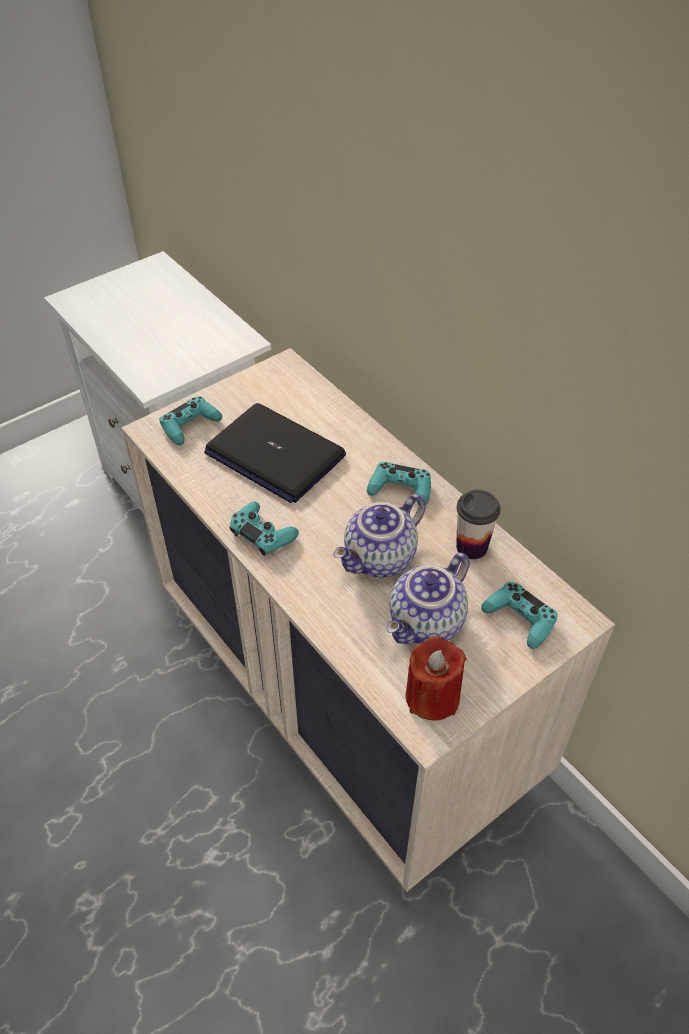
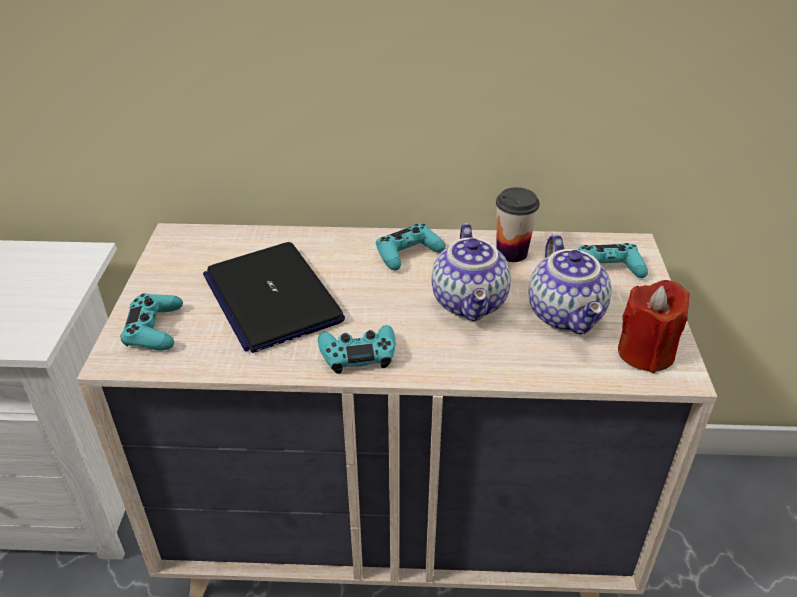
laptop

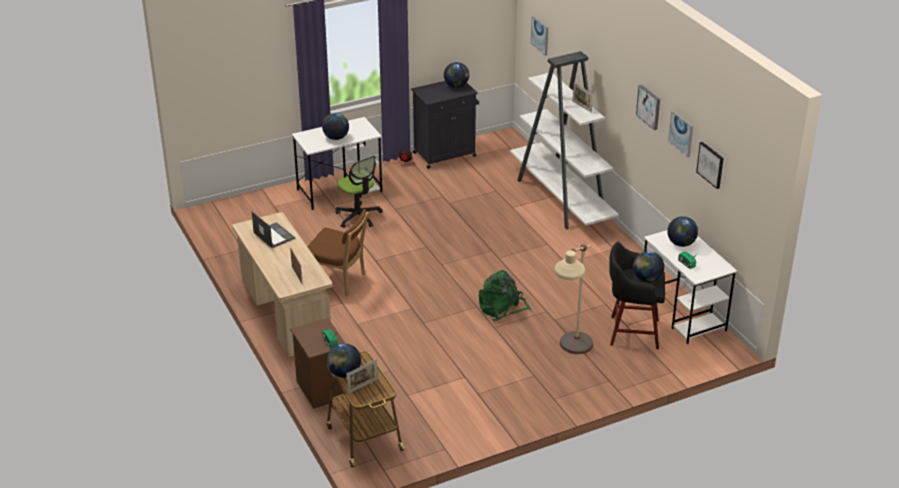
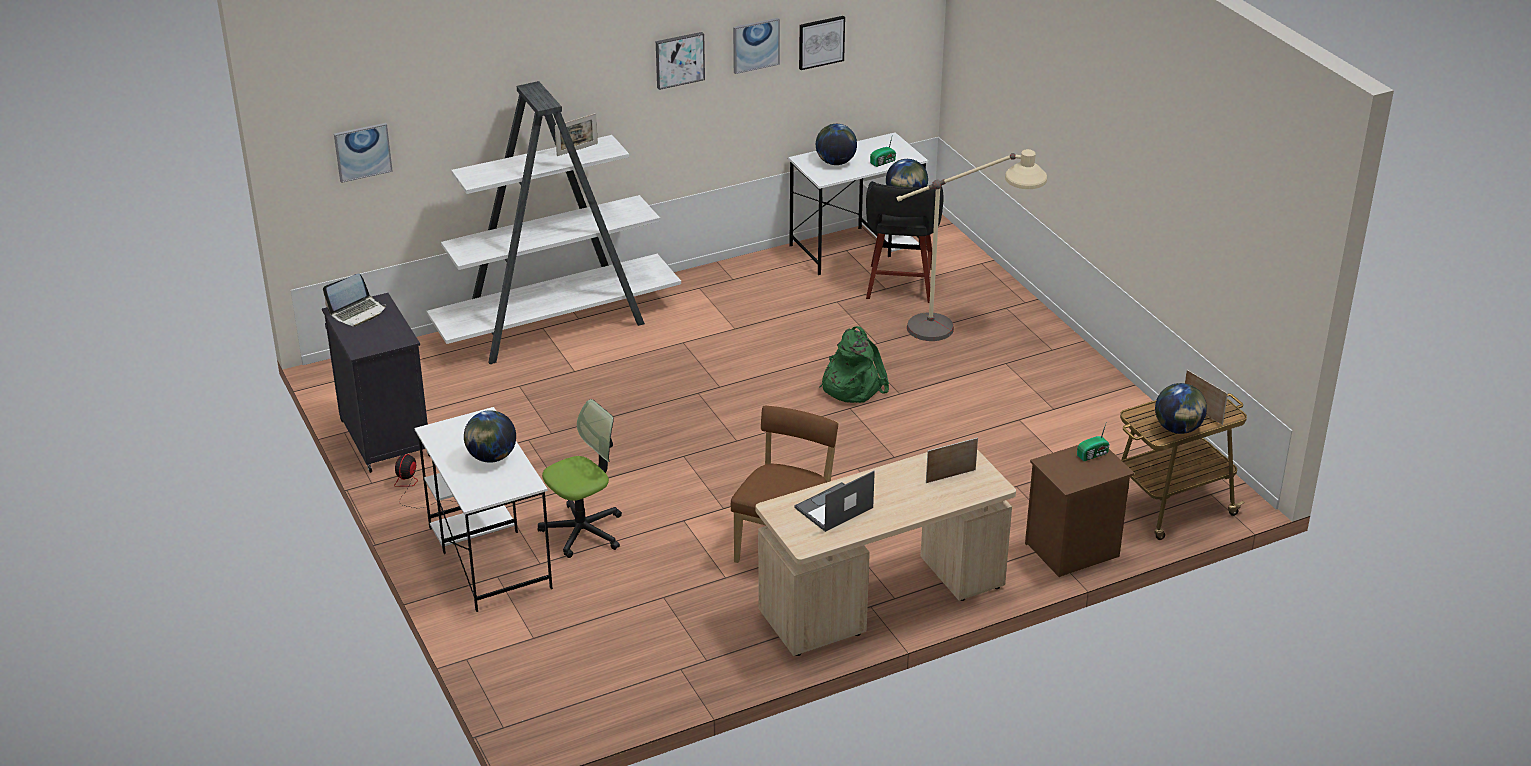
laptop (1st from left)

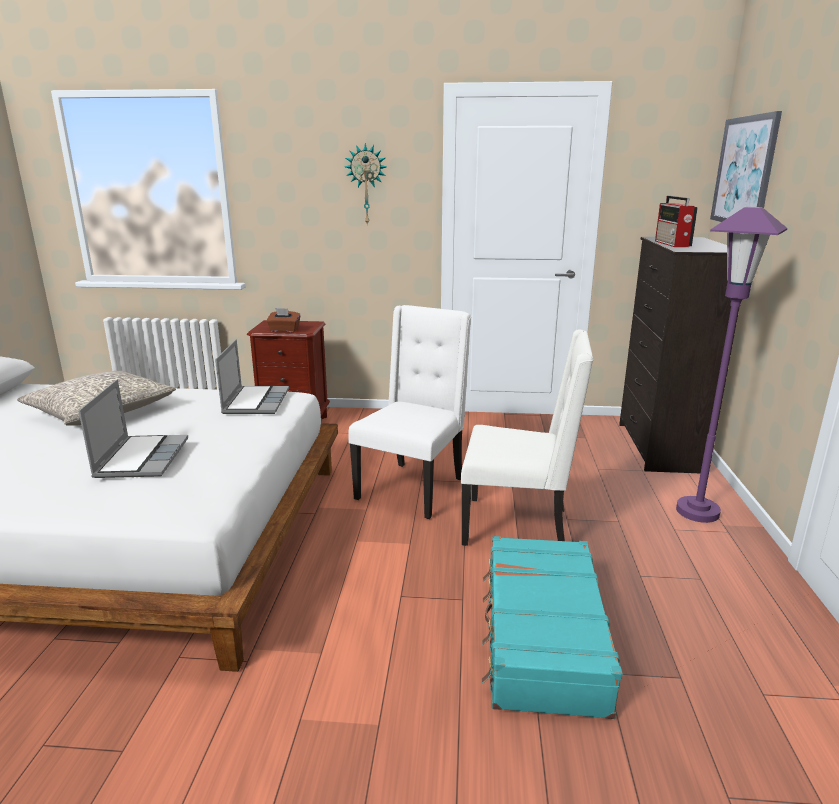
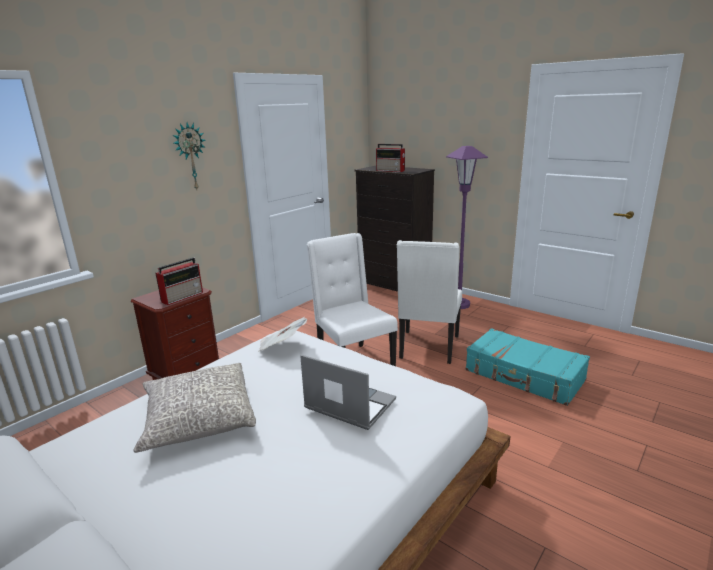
newspaper; radio (1st from left); white chair (2nd from left); picture

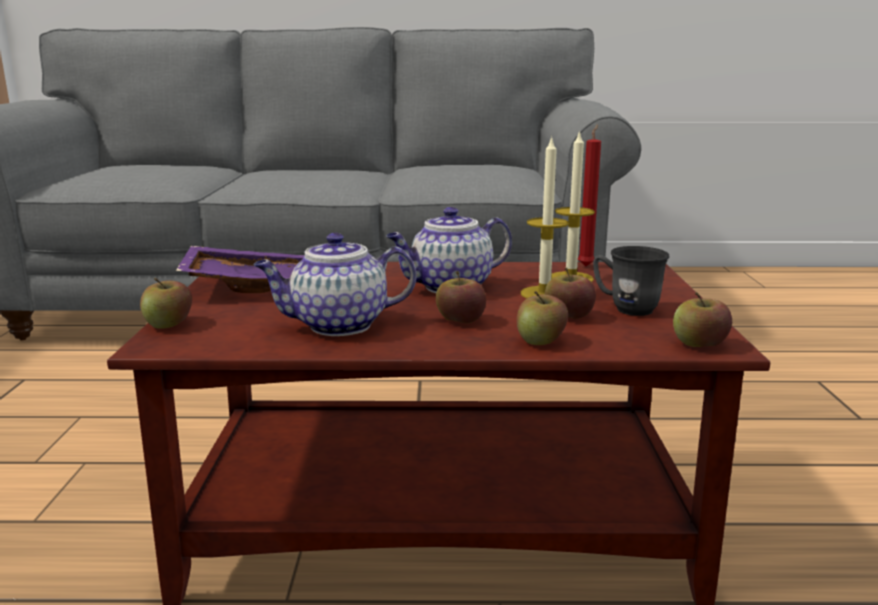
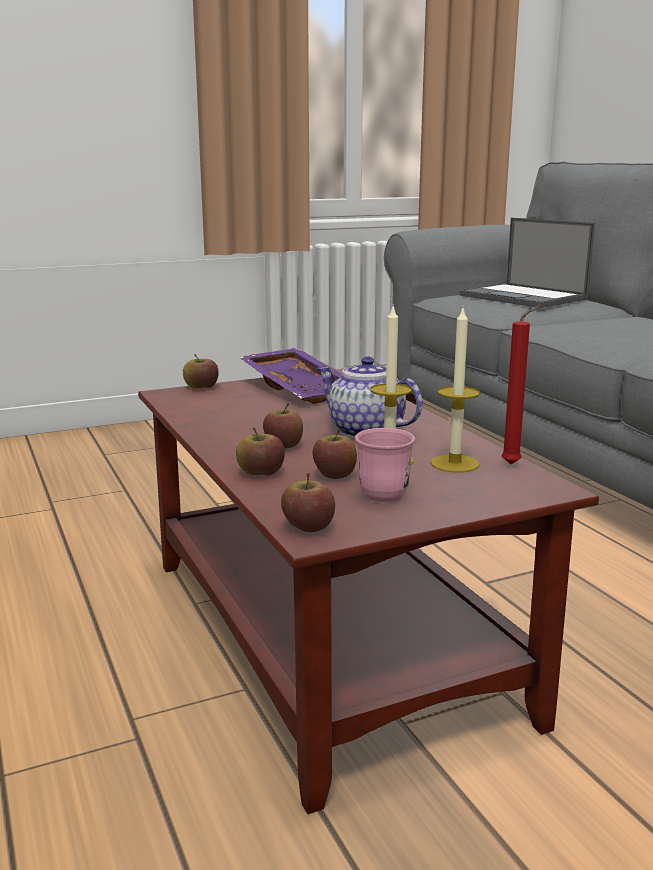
teapot (1st from left in the first image); pink mug; laptop

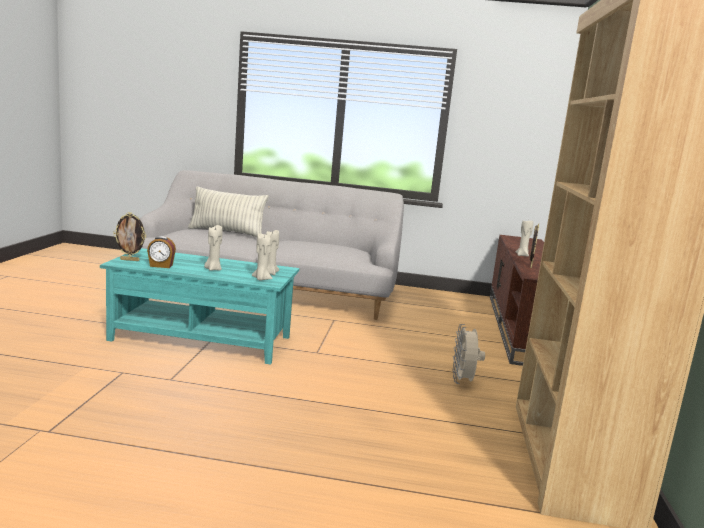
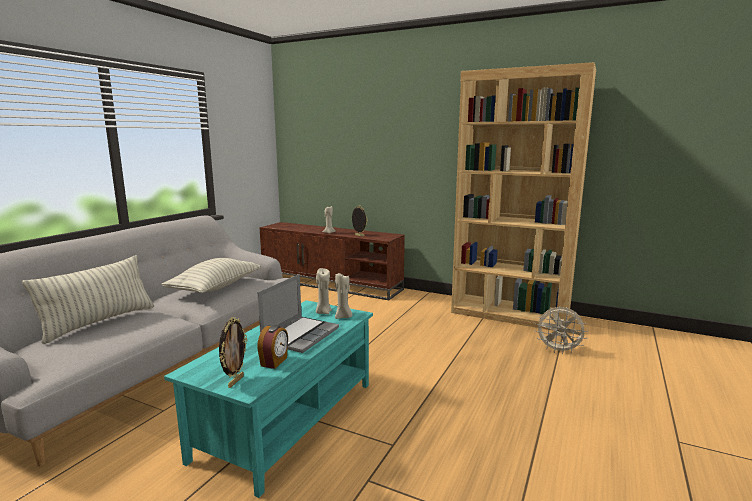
laptop; beige fan; pillow (2nd from left)

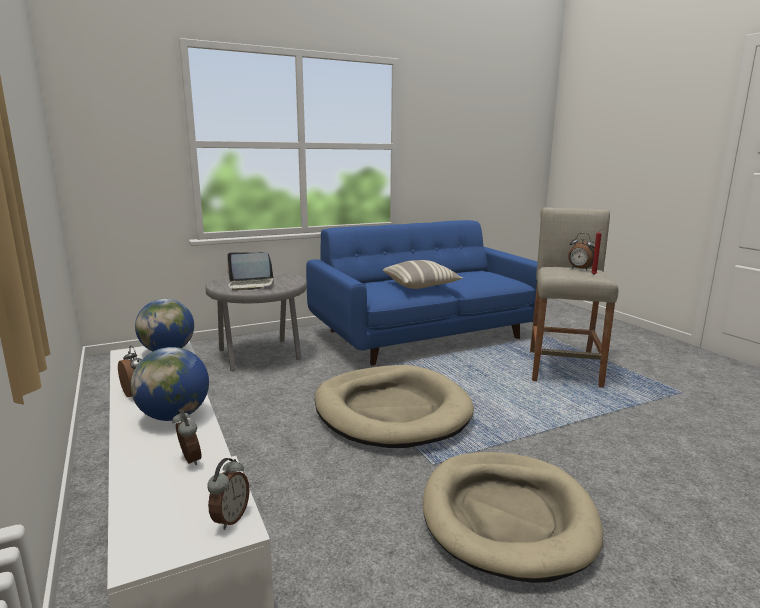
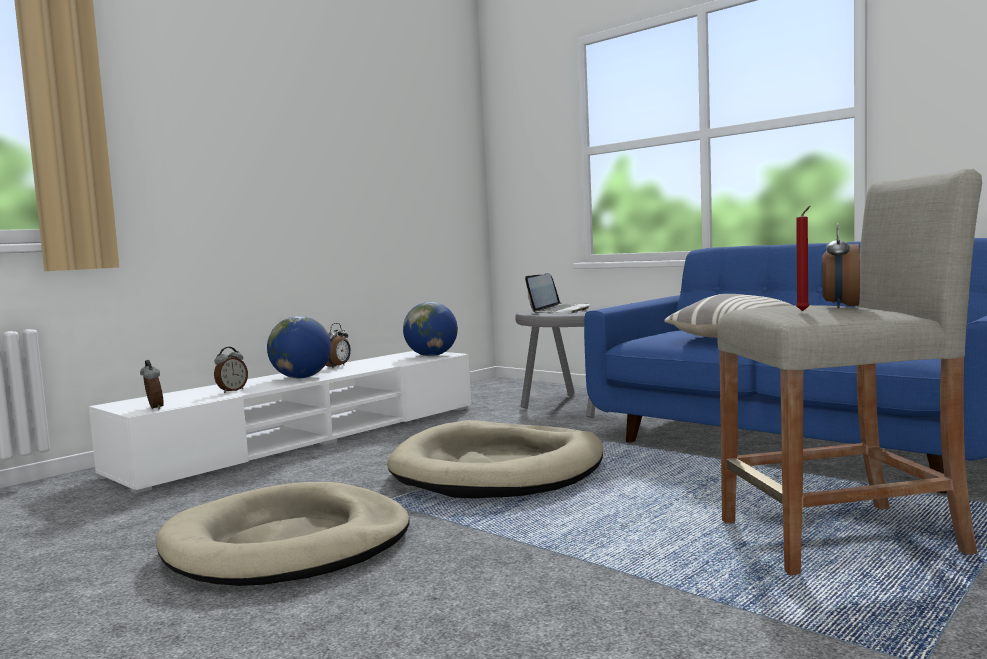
alarm clock (1st from left); laptop

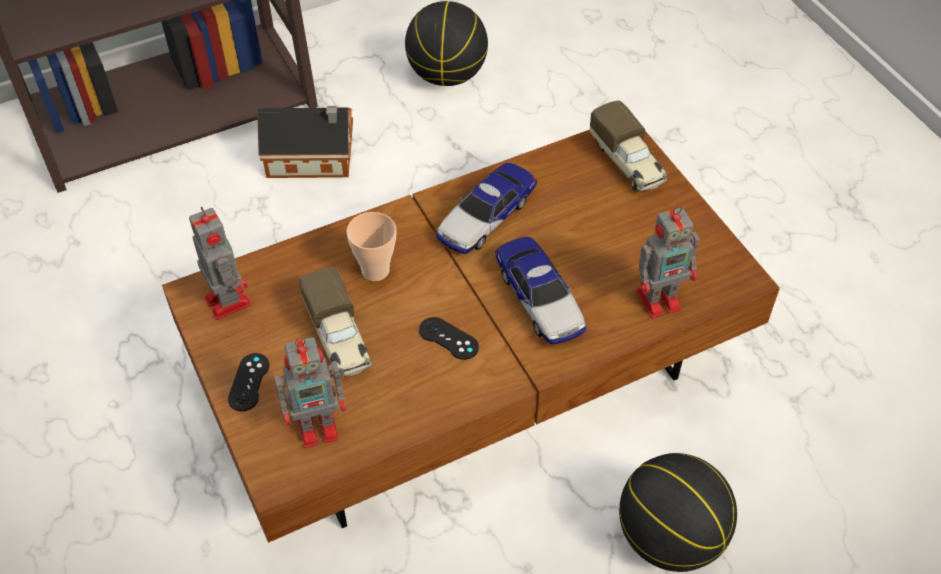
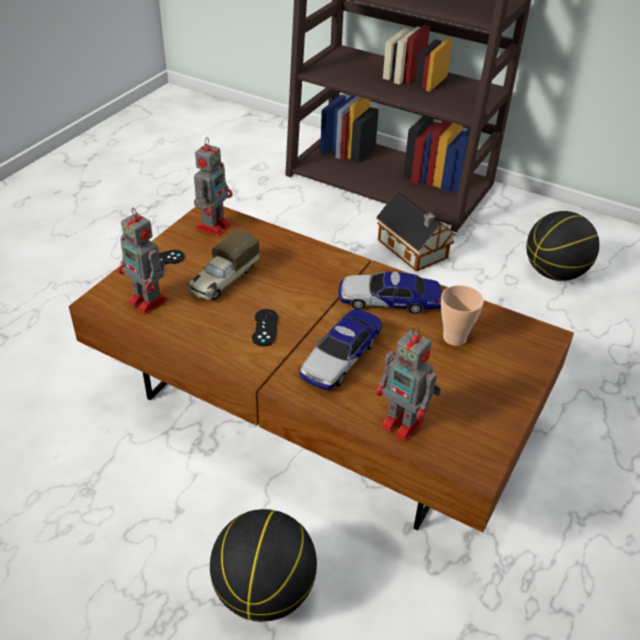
cup; toy truck (2nd from left in the first image)

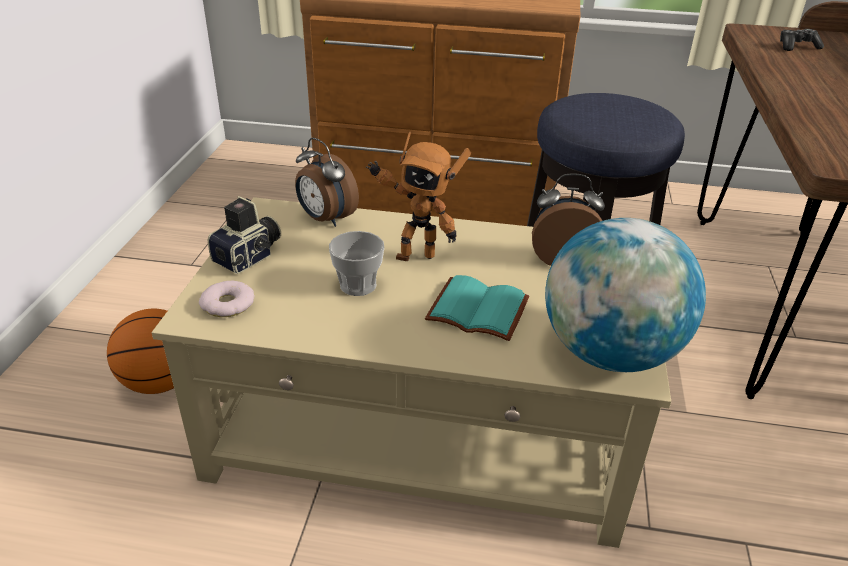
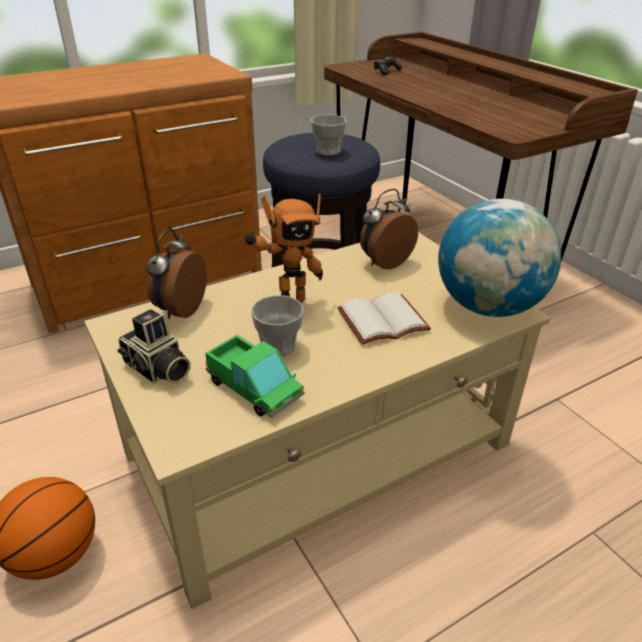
donut; photo camera; alarm clock (1st from left); white book; toy truck; cup (2nd from left)

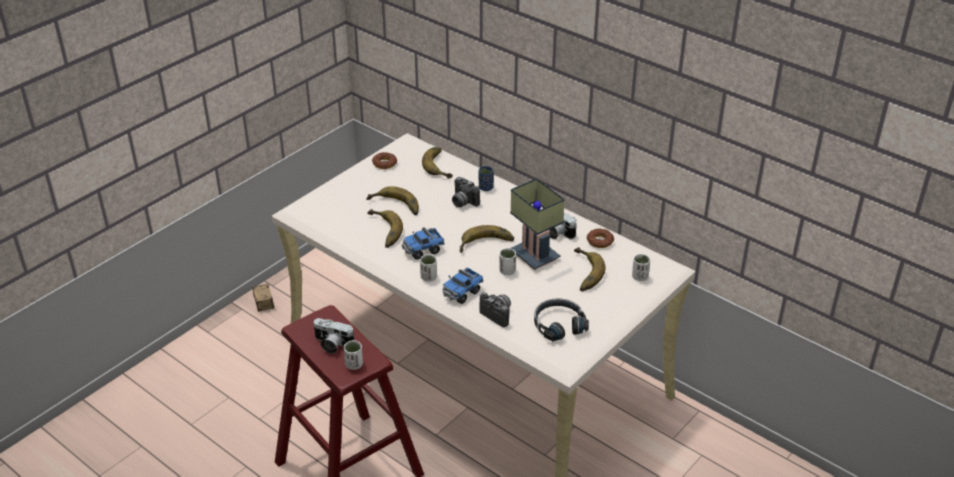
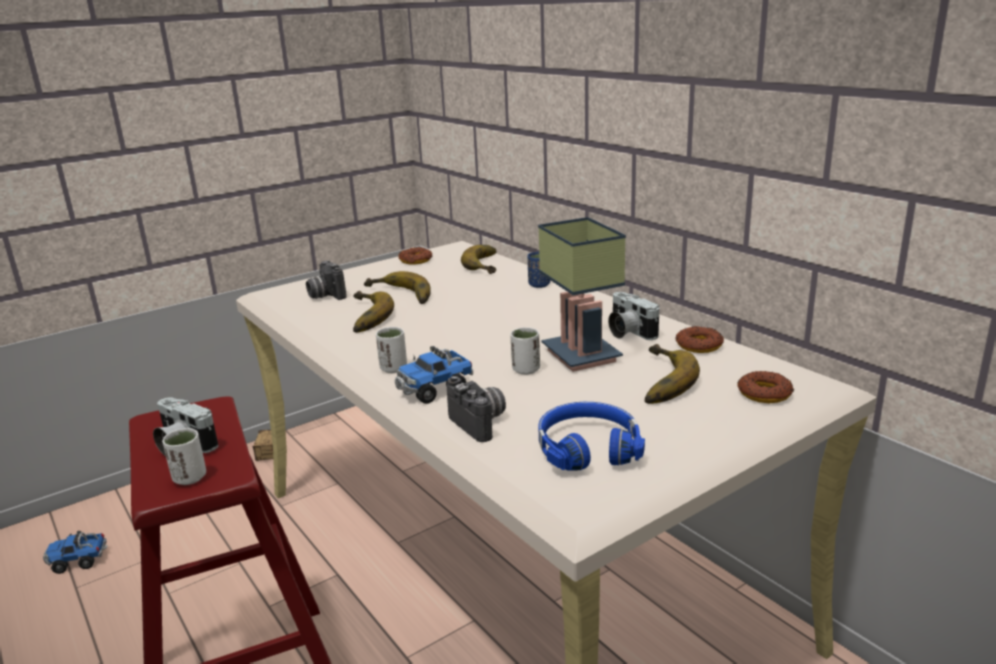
toy truck (1st from left); photo camera (2nd from left); banana (4th from left in the first image); blue headphones; donut (3rd from left)

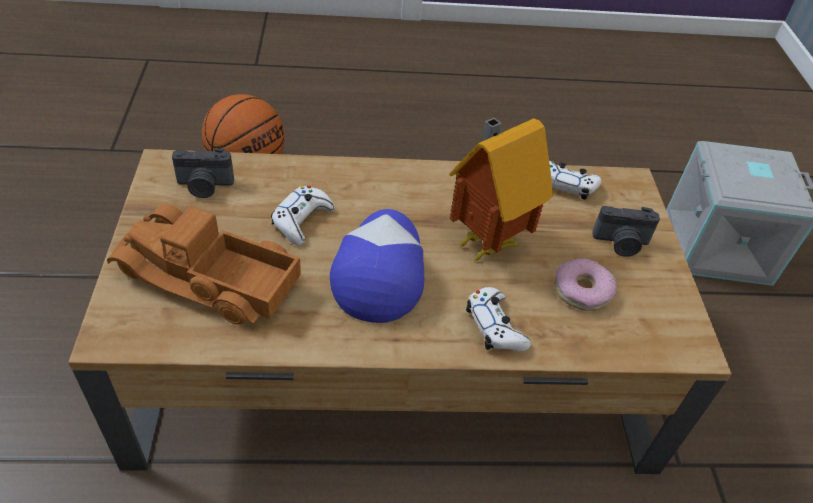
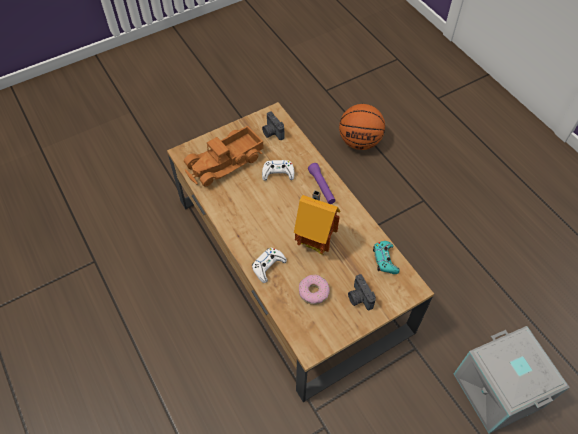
toy truck; cap; turquoise game controller; purple flashlight

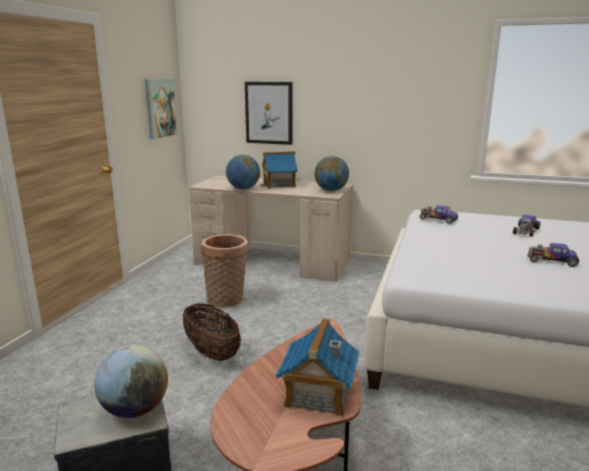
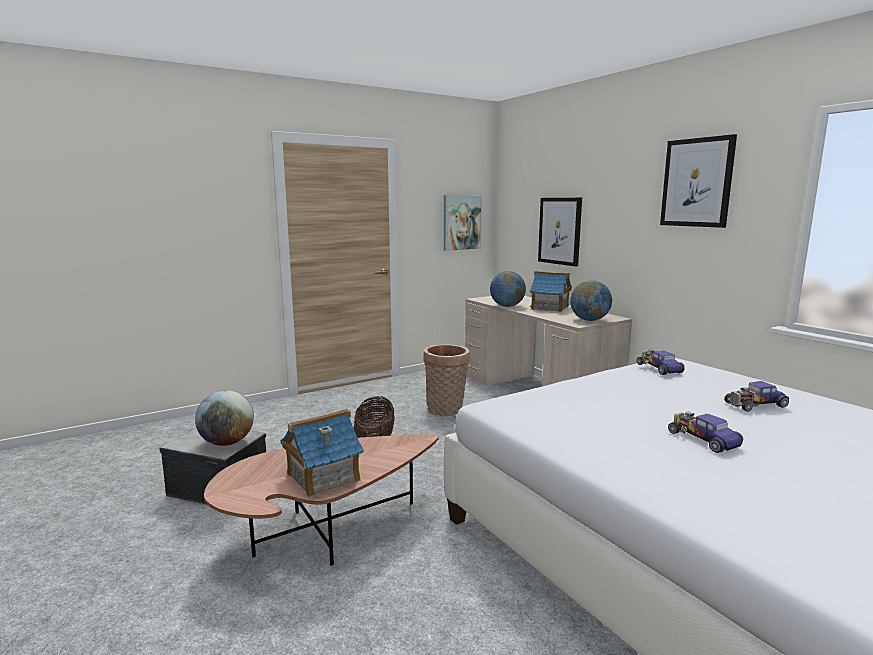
picture (3rd from left)

